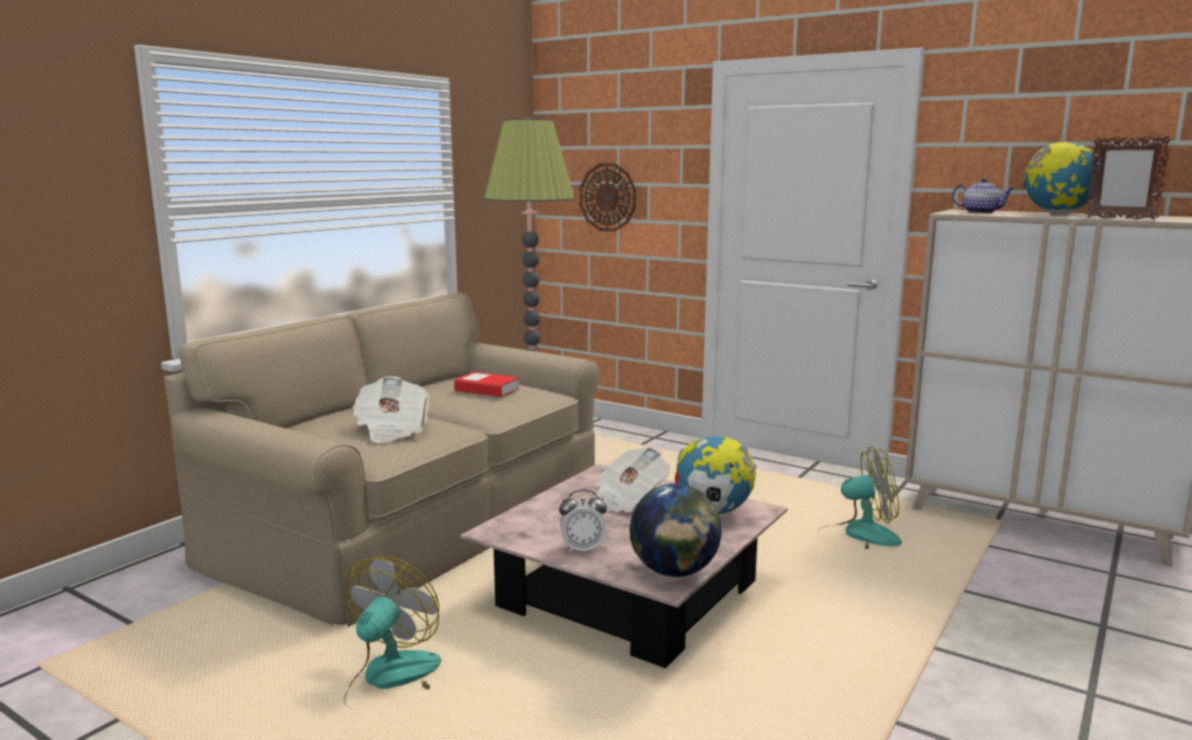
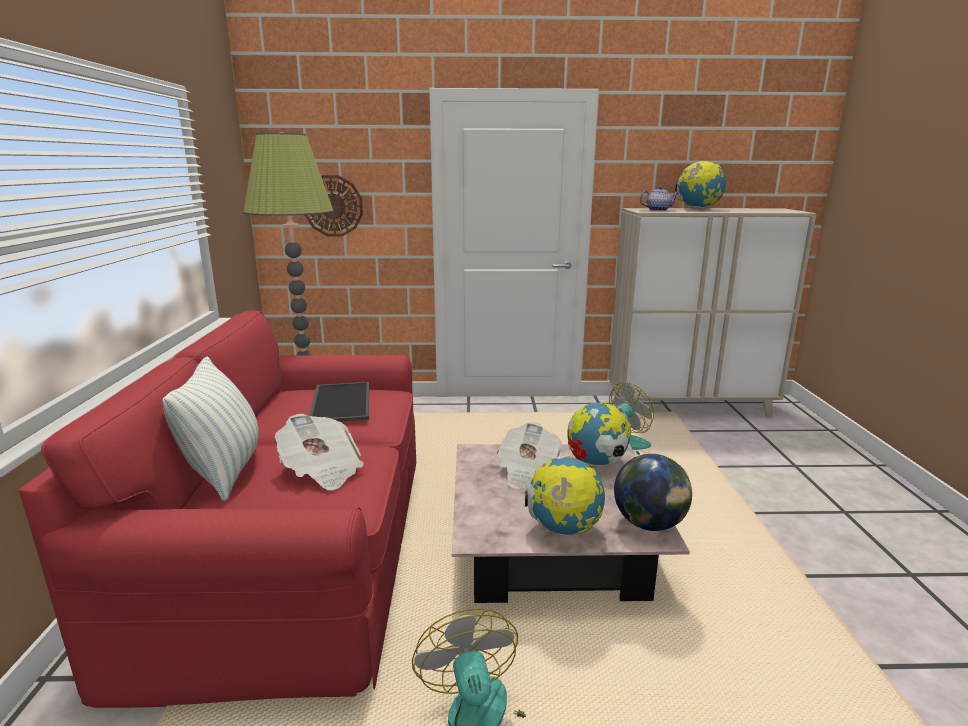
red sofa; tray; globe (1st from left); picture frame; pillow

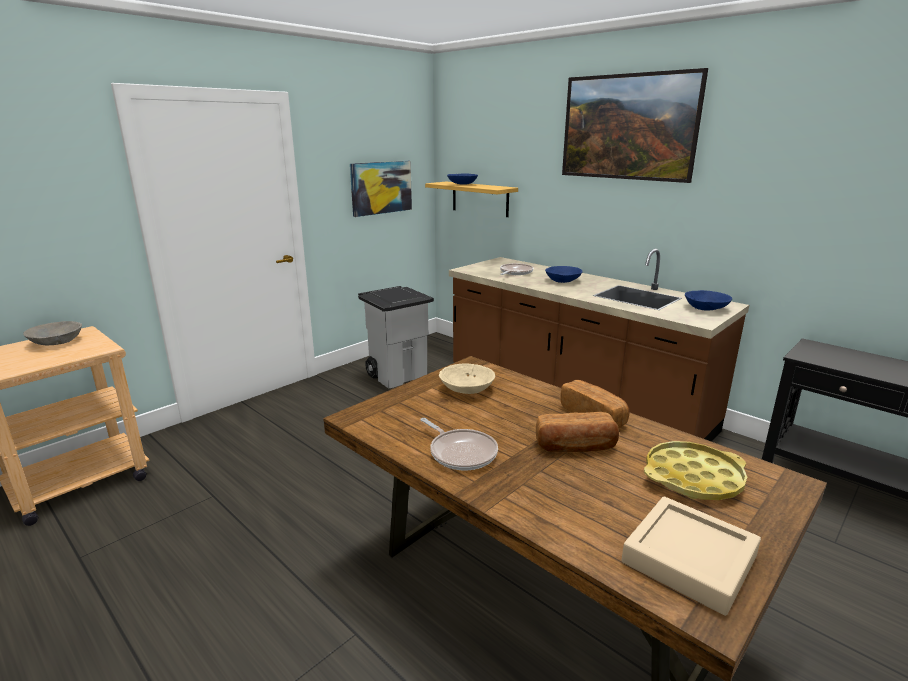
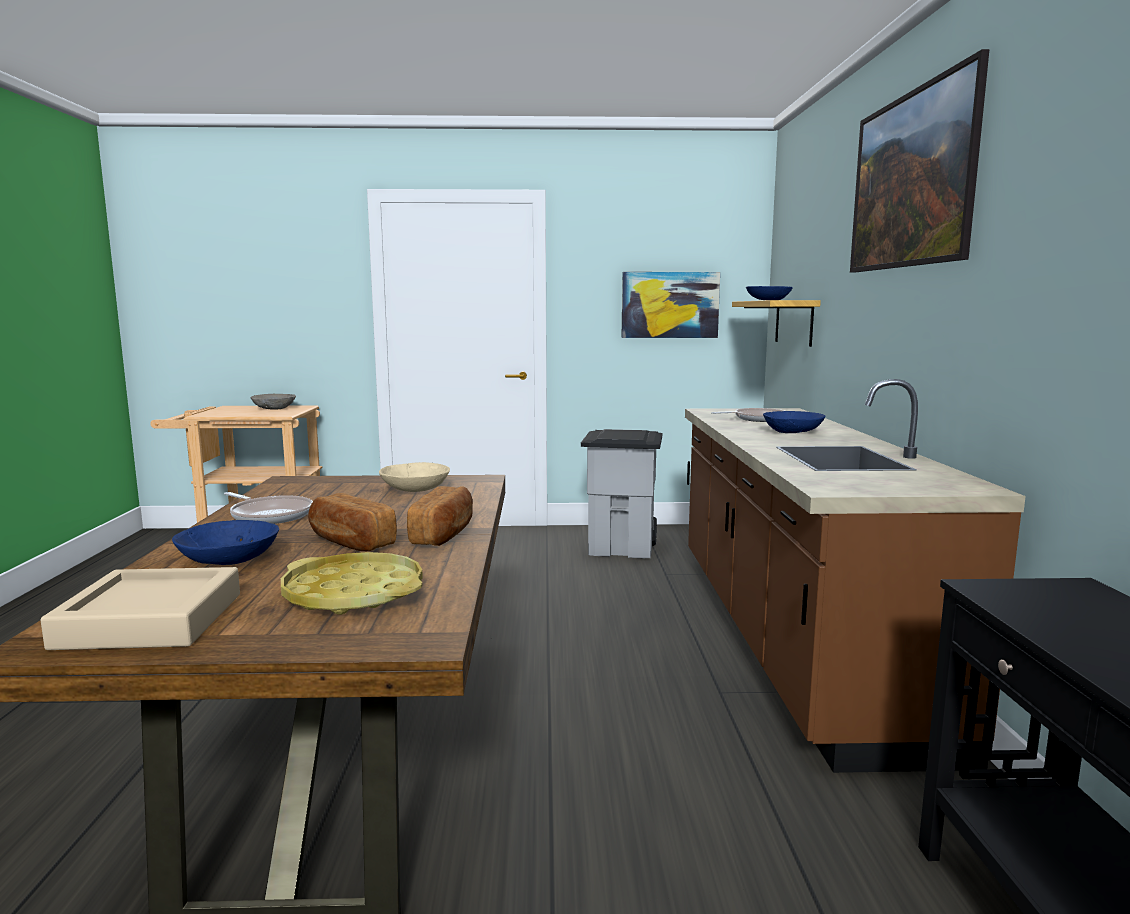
frying pan (1st from left); blue bowl (1st from left)

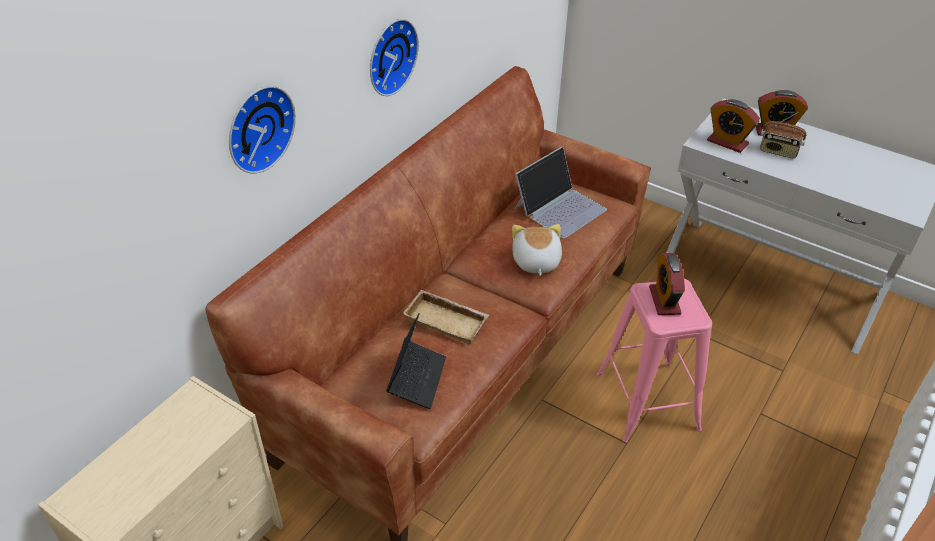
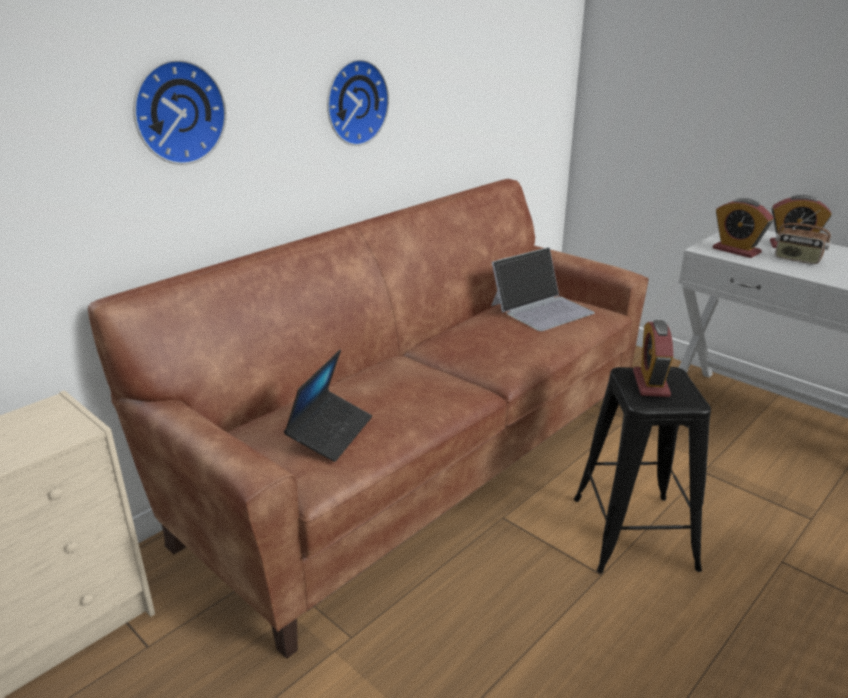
beige tray; plush toy; black stool

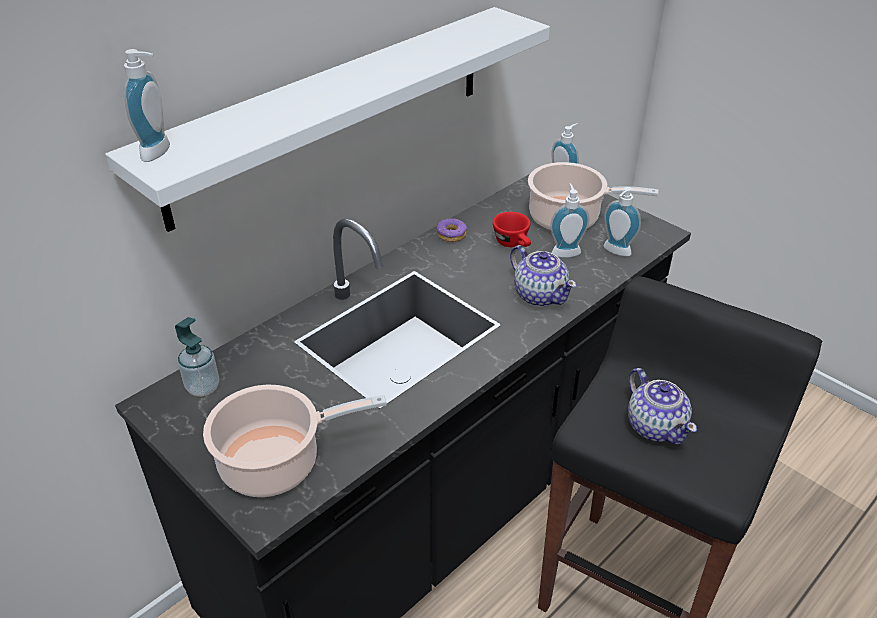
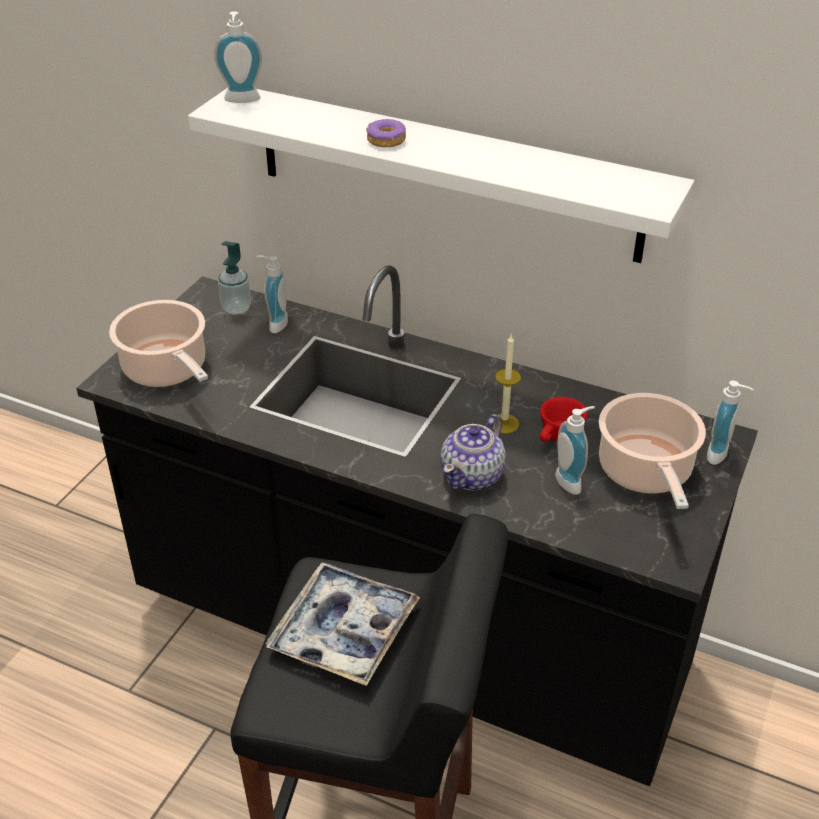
donut; soap dispenser (3rd from left); tray; candle

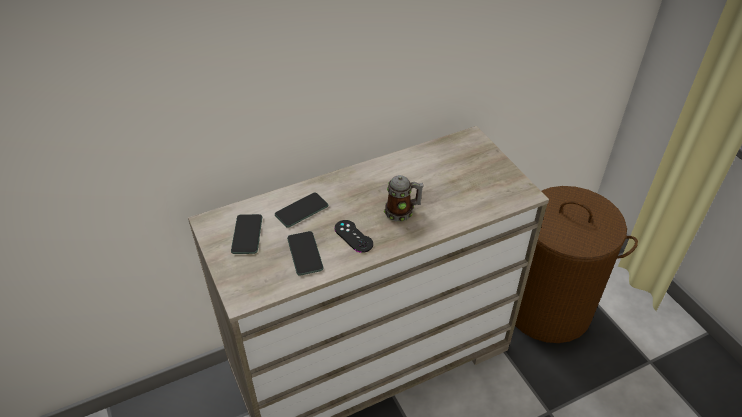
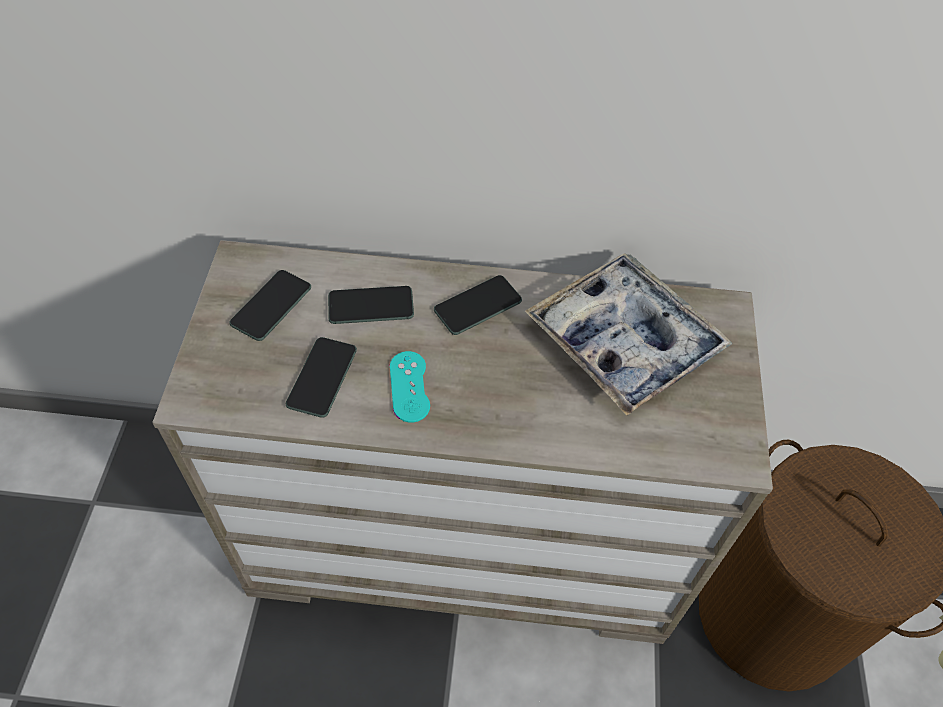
turquoise game controller; mug; phone (4th from left); tray

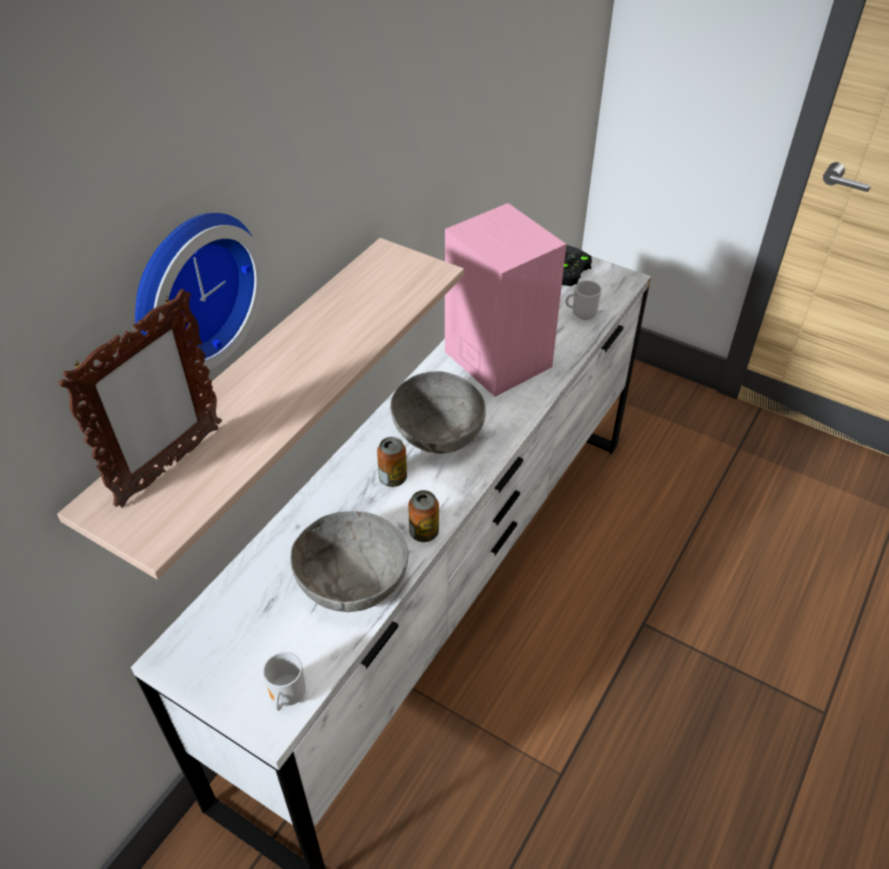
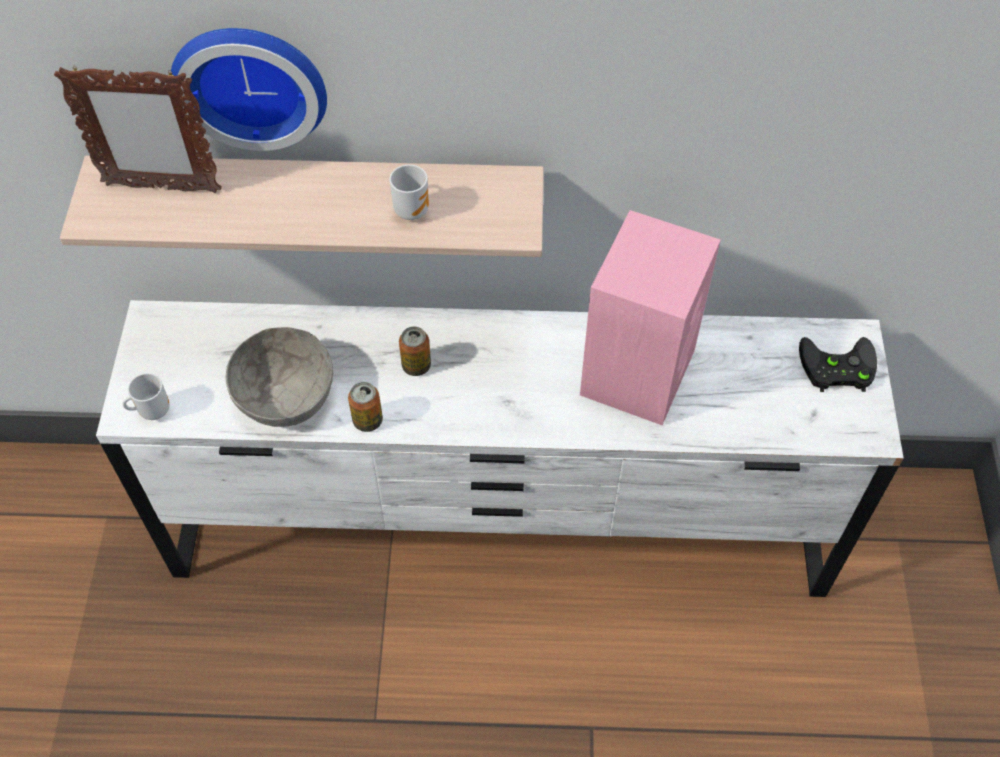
grey bowl (2nd from left in the first image); mug (2nd from left)

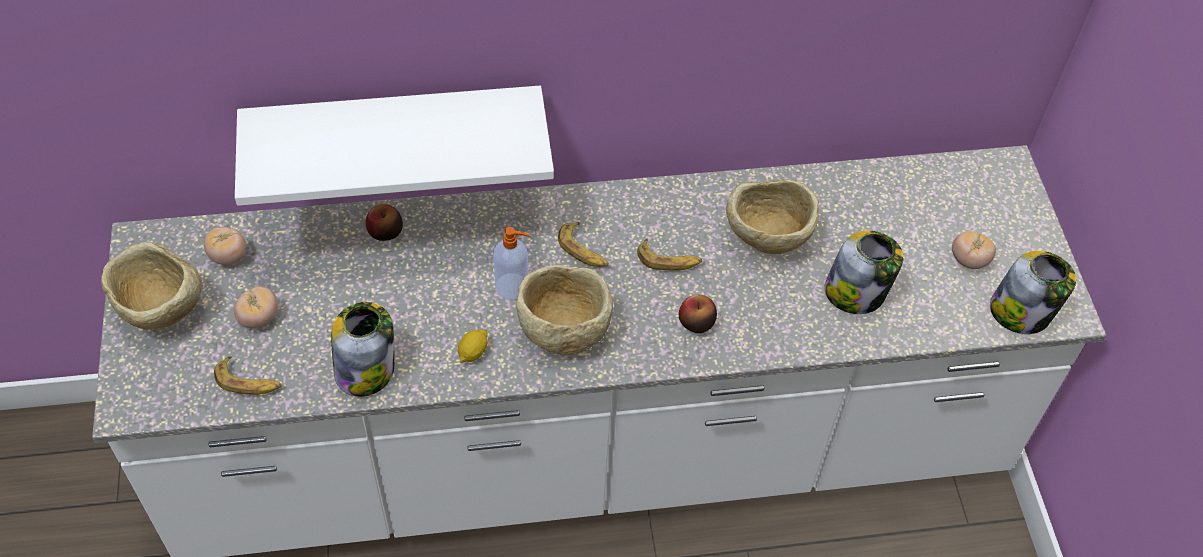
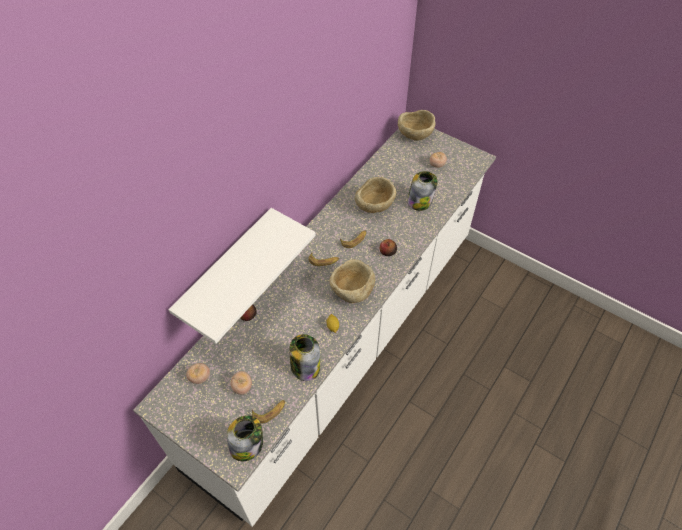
beige bowl (3rd from left); soap dispenser; jar (1st from left)

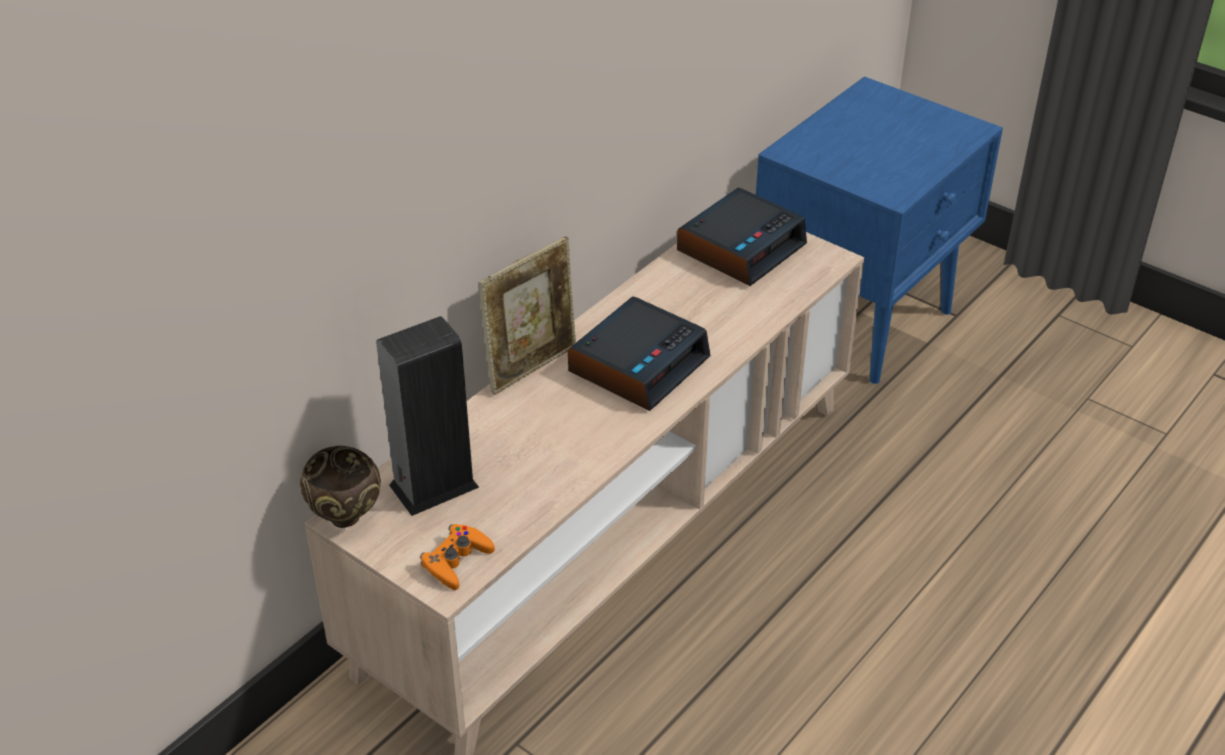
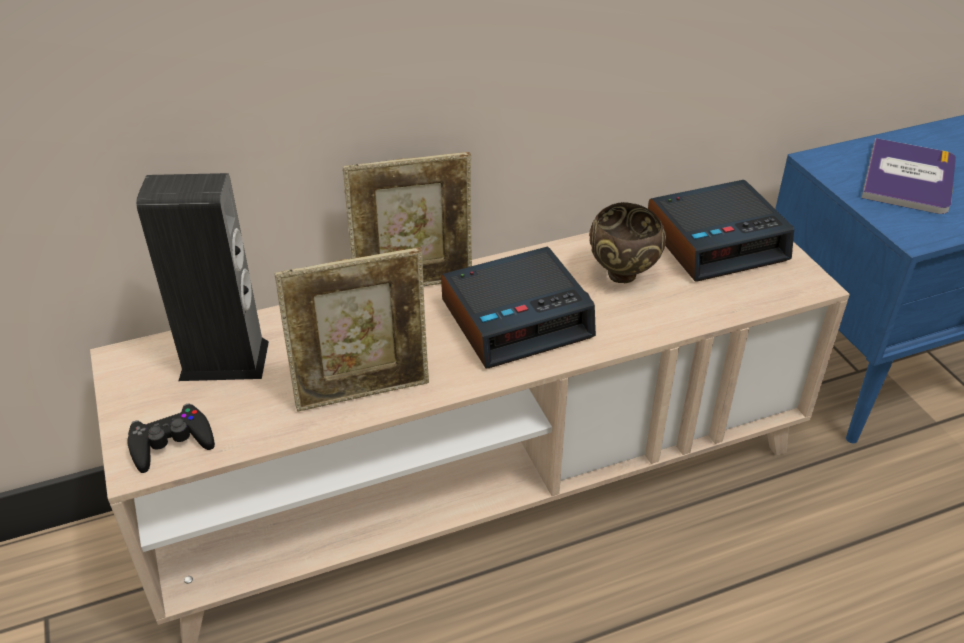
brown bowl; black game controller; picture frame (1st from left); book

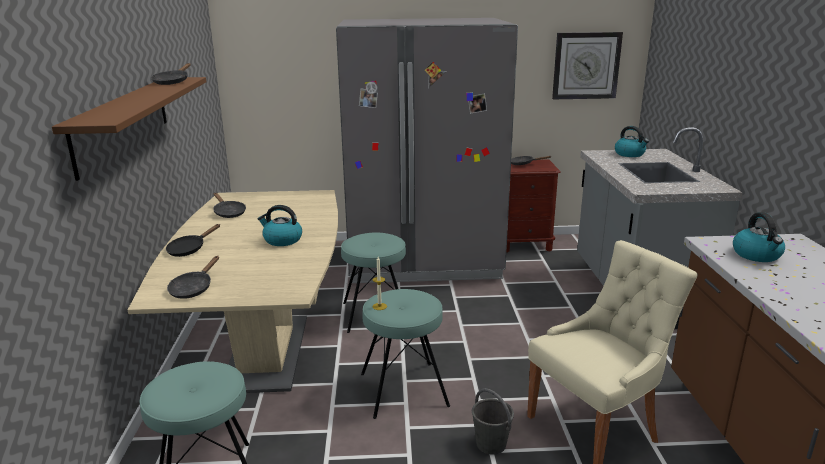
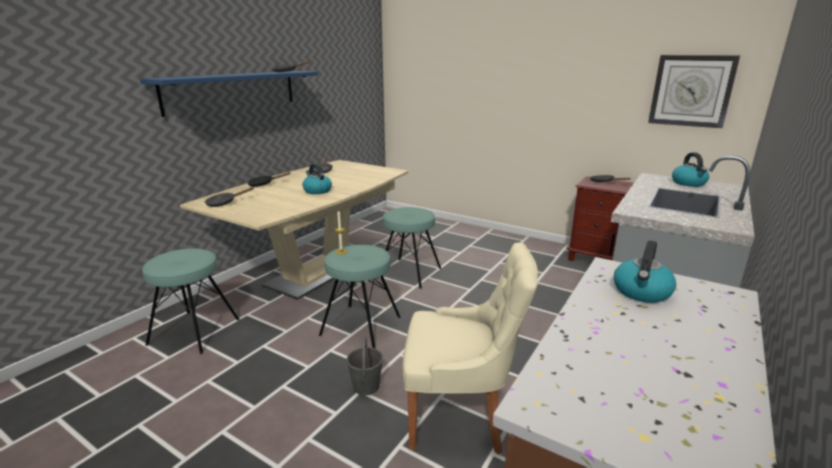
blue shelf; grey fridge

